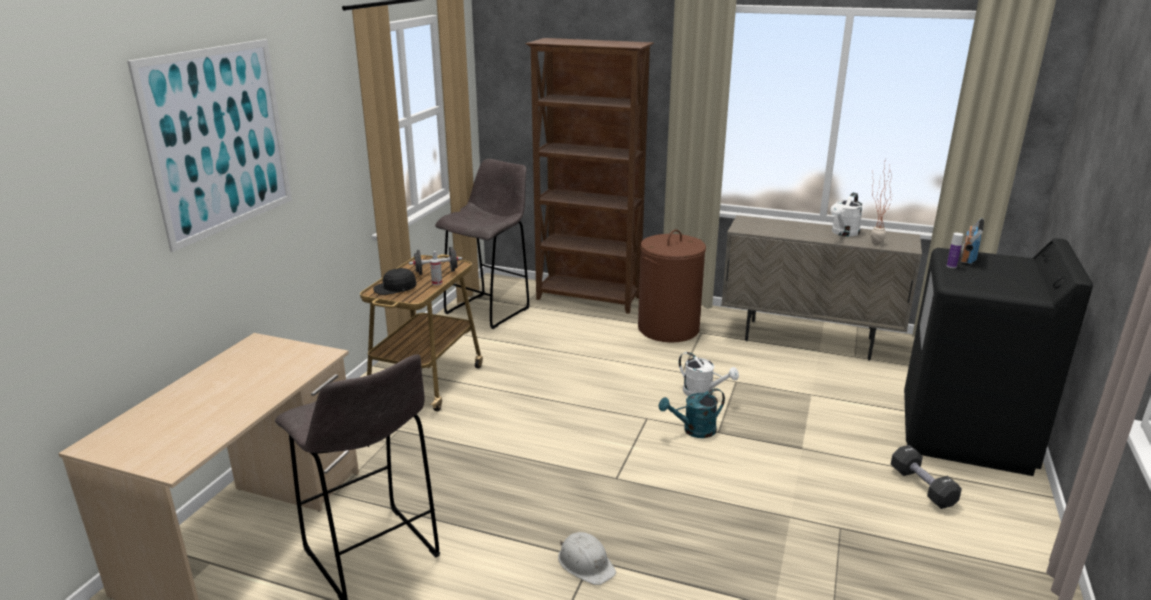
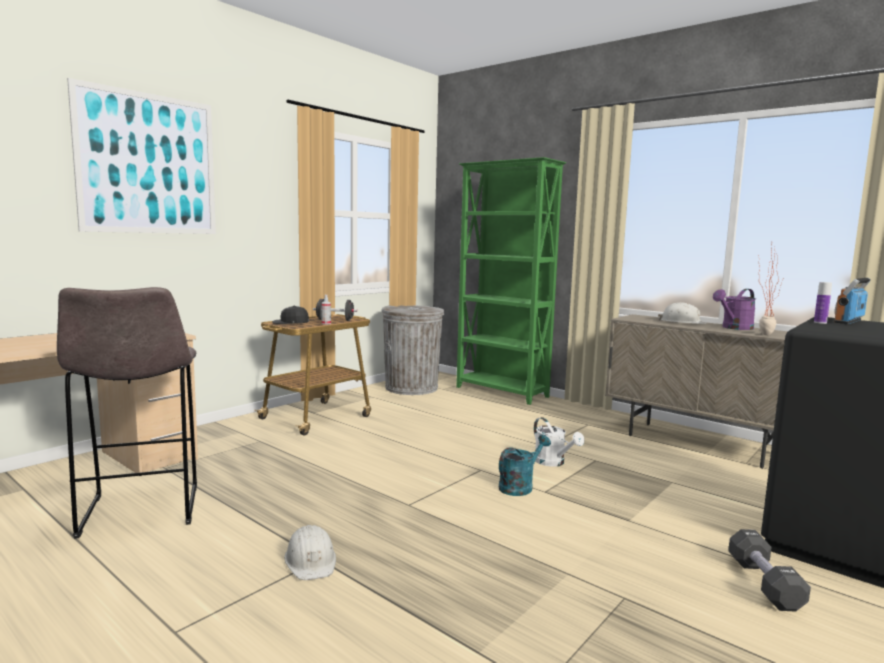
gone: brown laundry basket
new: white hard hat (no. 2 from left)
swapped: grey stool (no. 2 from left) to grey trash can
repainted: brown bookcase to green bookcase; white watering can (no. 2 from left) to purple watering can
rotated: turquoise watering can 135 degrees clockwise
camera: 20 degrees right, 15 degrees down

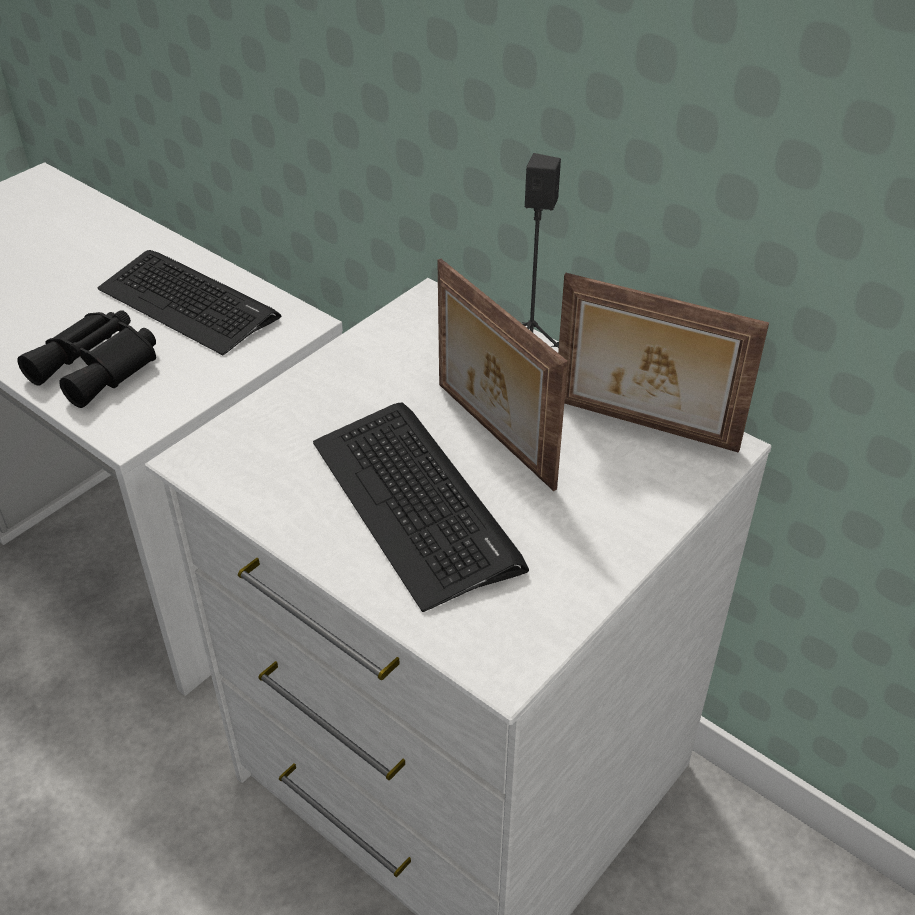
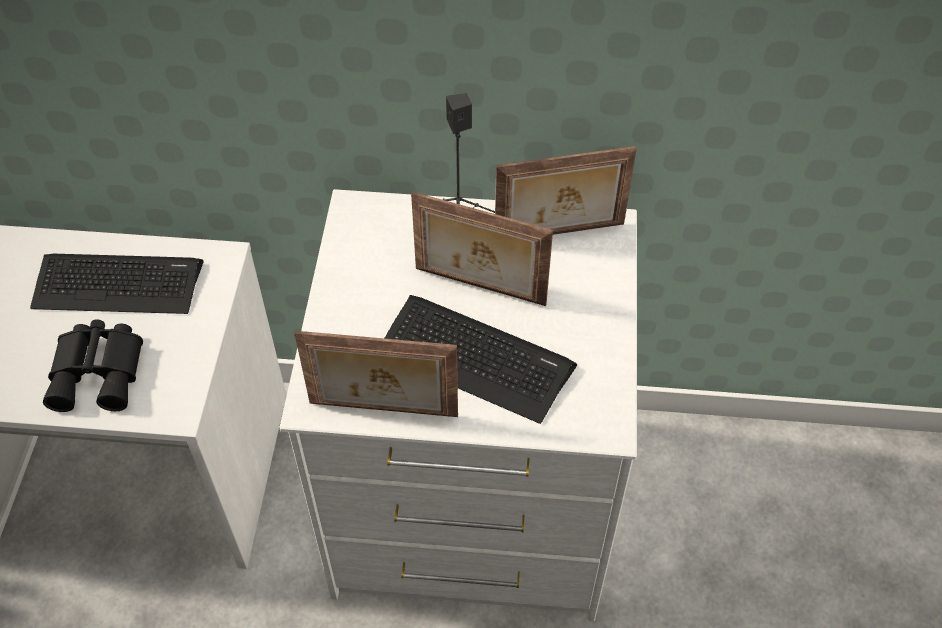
new: picture frame (no. 1 from left)
camera: 35 degrees left, 10 degrees up

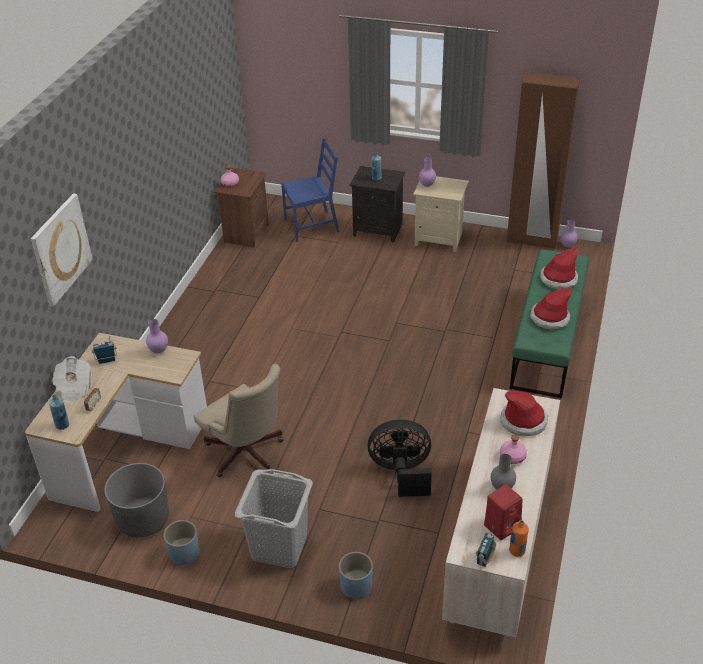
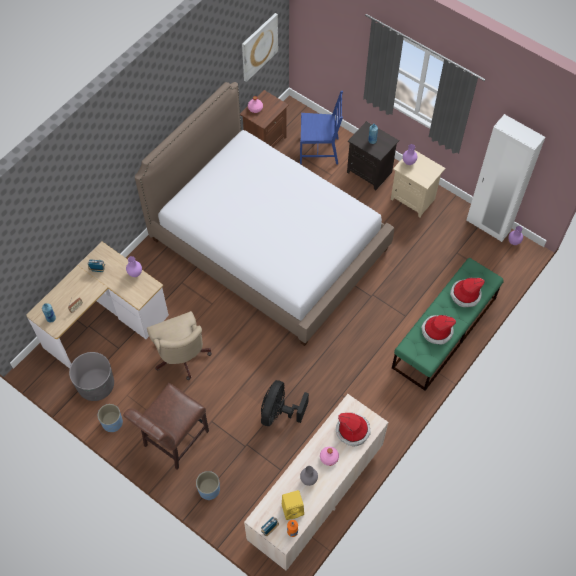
gone: newspaper
new: bed
shifted: picture
swapped: grey laundry basket to brown chair
repainted: red speaker to yellow speaker; brown wardrobe to white wardrobe
rotated: black fan 90 degrees counterclockwise
camera: 20 degrees right, 20 degrees up

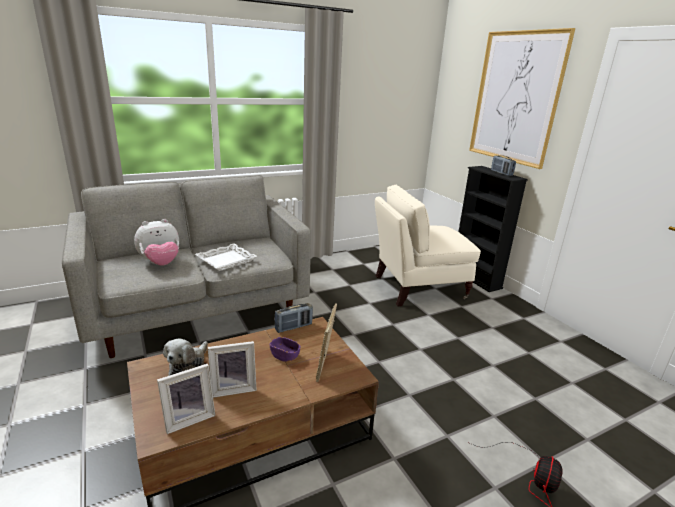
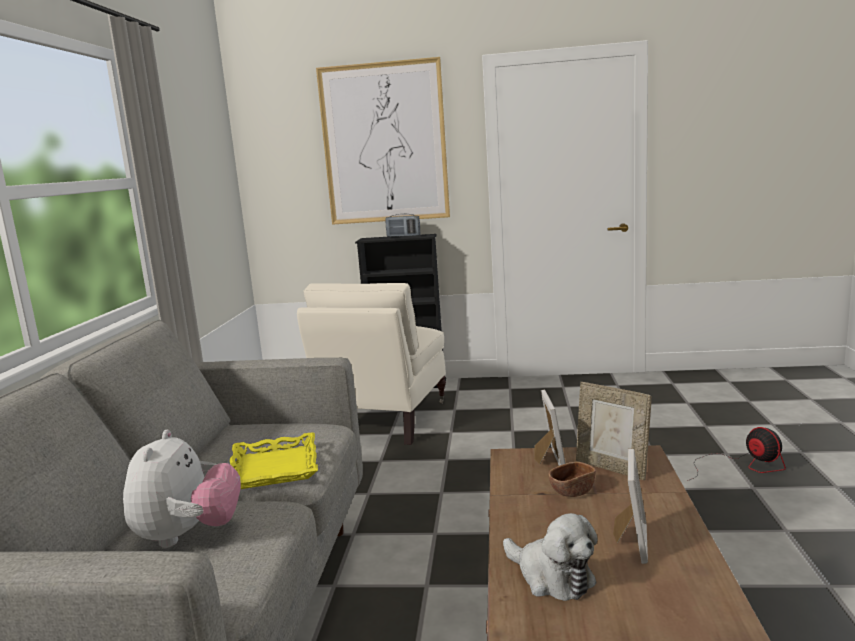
gone: radio (no. 1 from left)
shifted: picture frame (no. 1 from left)
repainted: white tray to yellow tray; purple bowl to brown bowl
camera: 55 degrees left, 10 degrees down

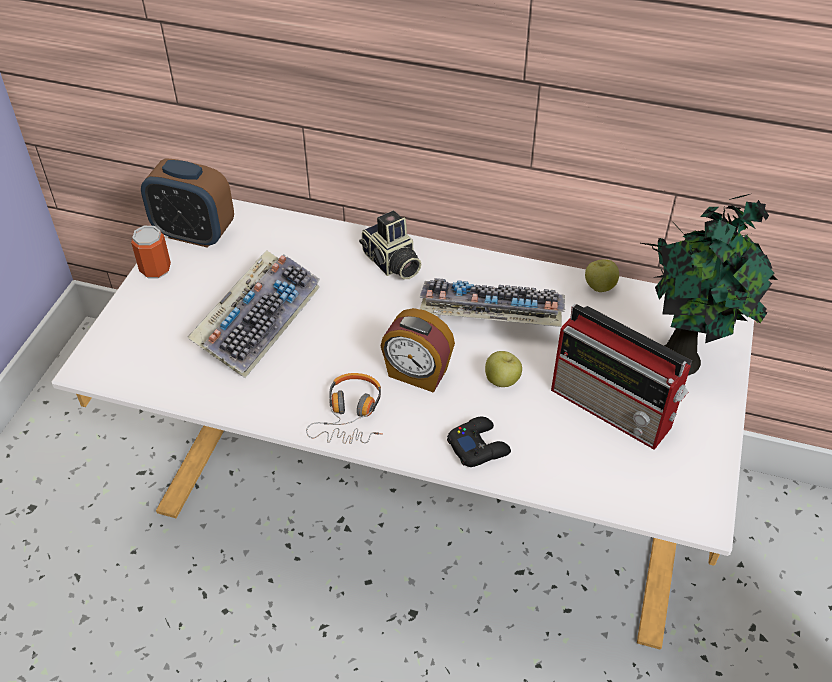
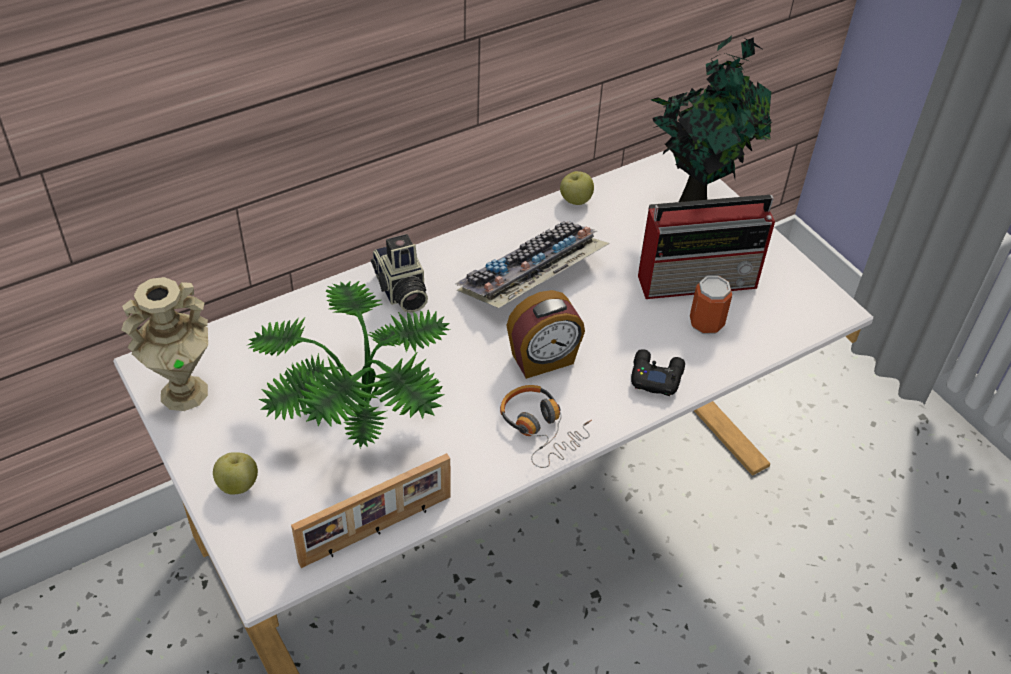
new: picture frame
shifted: can; apple (no. 1 from left)
swapped: alarm clock (no. 1 from left) to beige vase; keyboard (no. 1 from left) to potted plant (no. 1 from left)
rotated: photo camera 60 degrees clockwise
camera: 50 degrees left, 0 degrees up

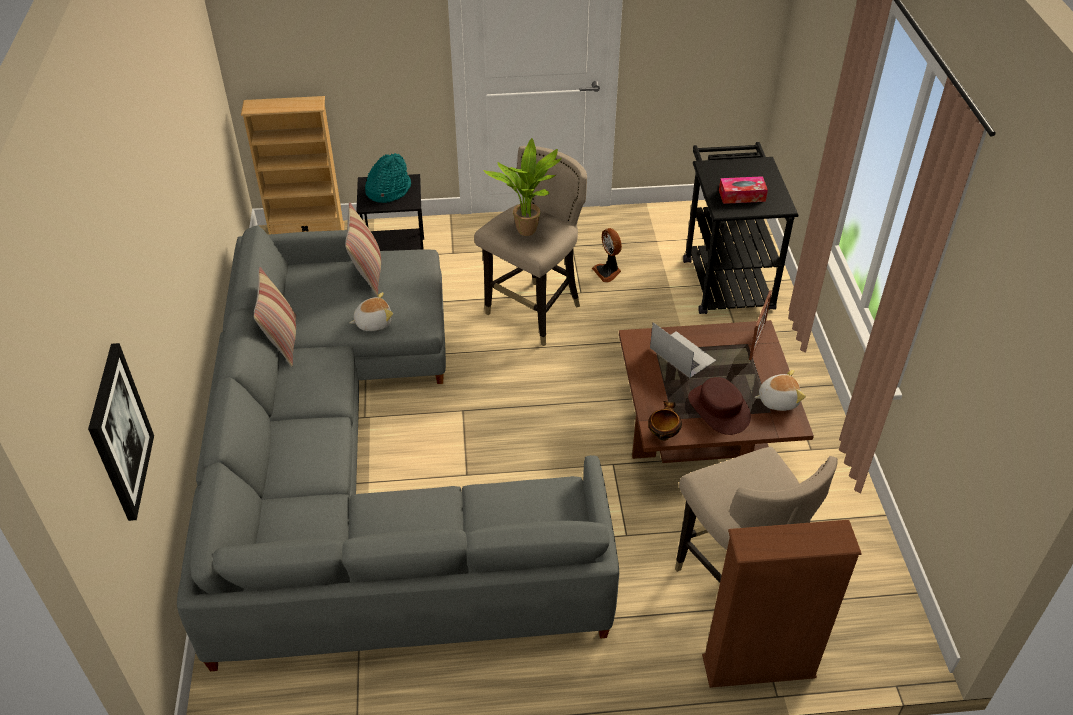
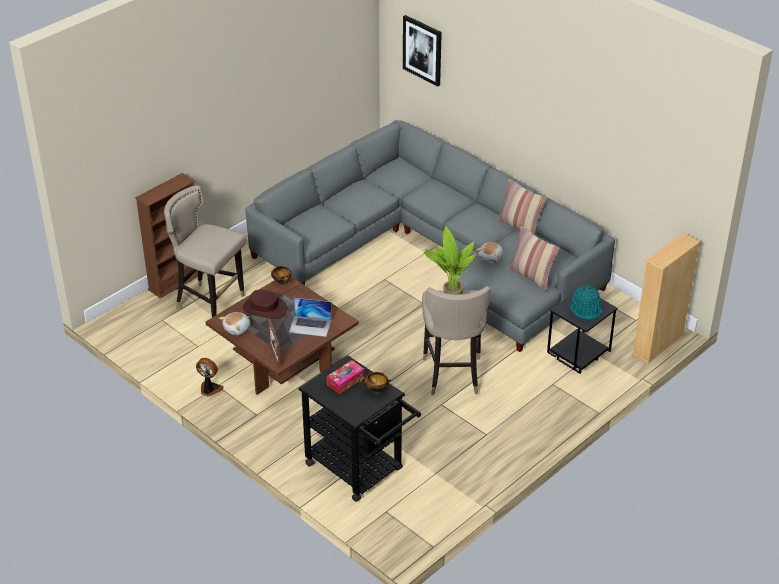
new: bowl (no. 2 from left)
shifted: fan
camera: 140 degrees right, 5 degrees down

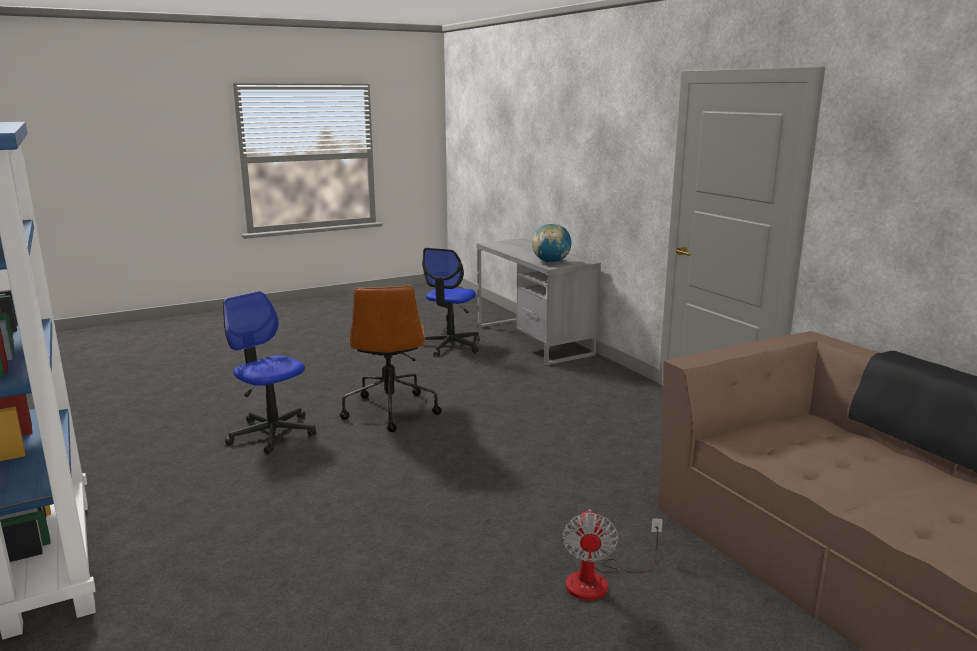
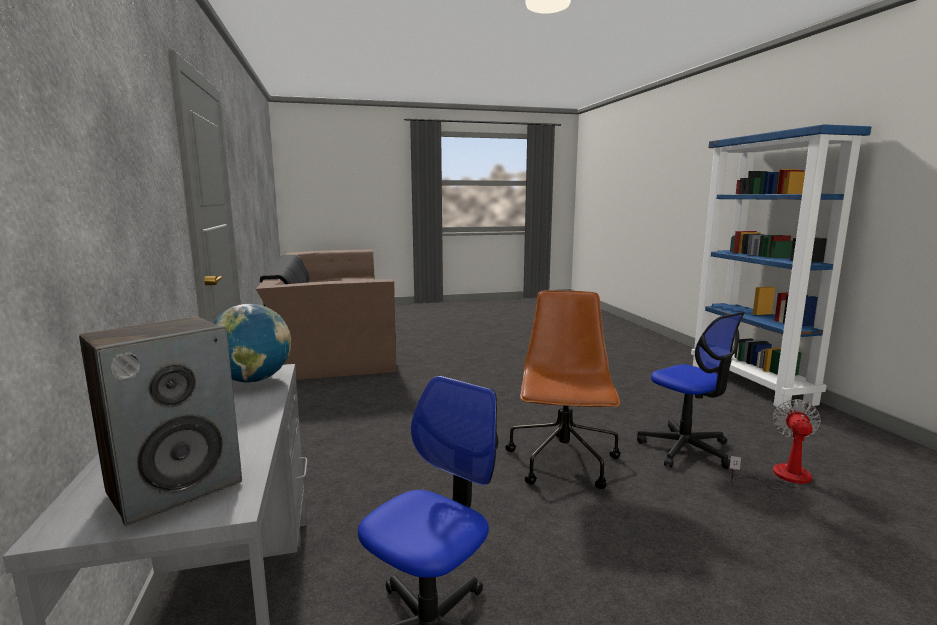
new: speaker
shifted: fan
camera: 165 degrees left, 5 degrees down

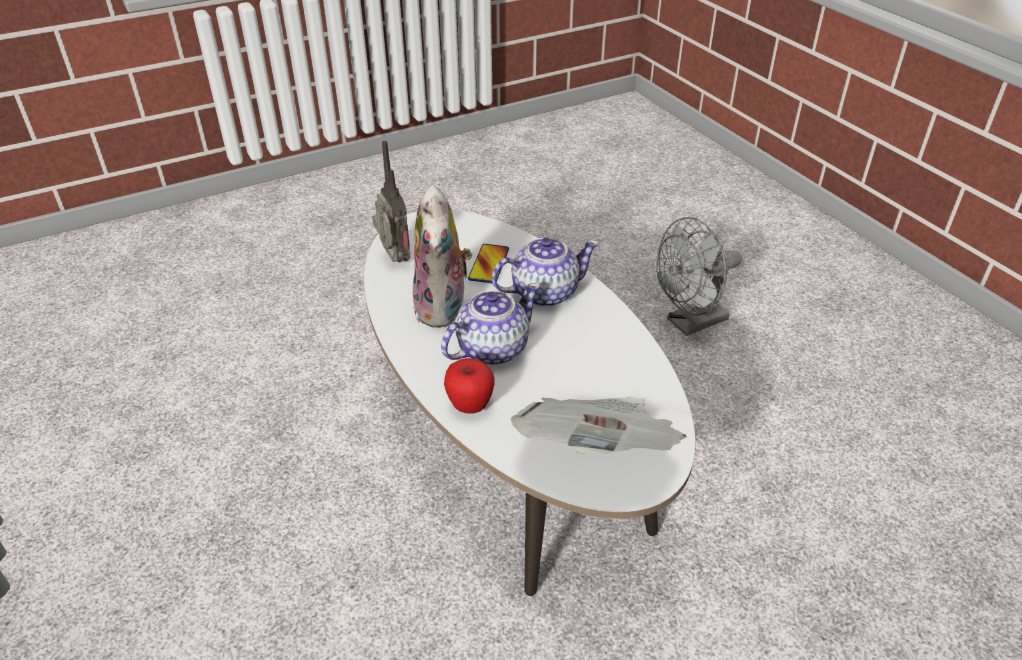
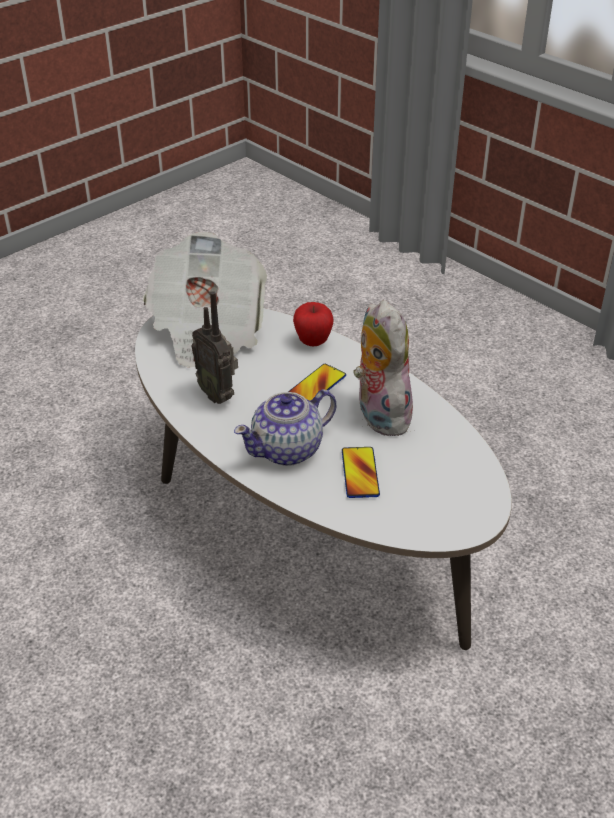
gone: grey fan
shifted: radio
swapped: teapot (no. 1 from left) to phone (no. 1 from left)
camera: 165 degrees right, 0 degrees up

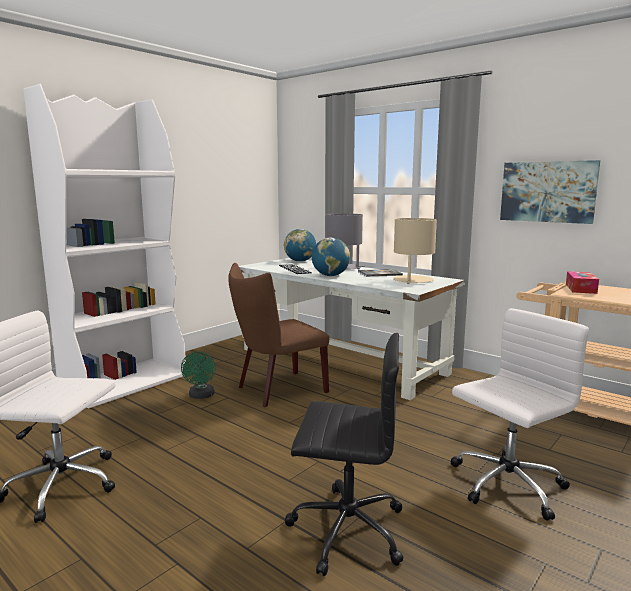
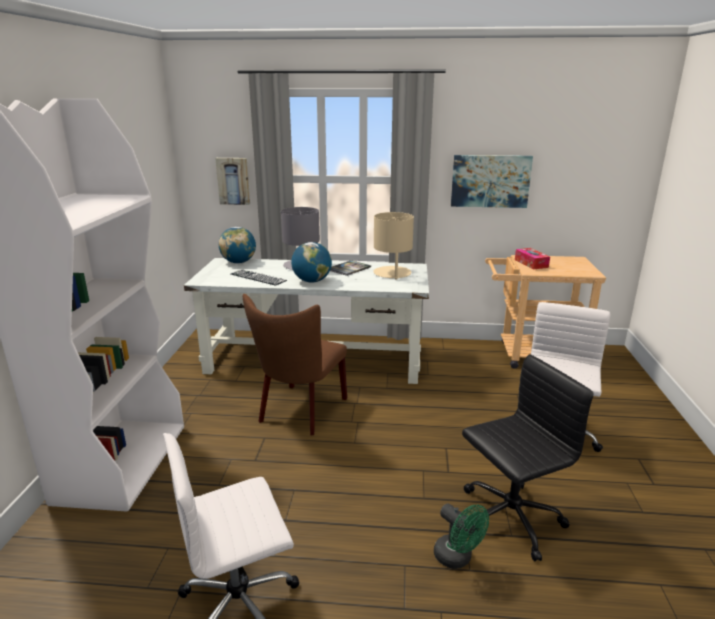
new: picture (no. 1 from left)
shifted: green fan
camera: 35 degrees left, 10 degrees up

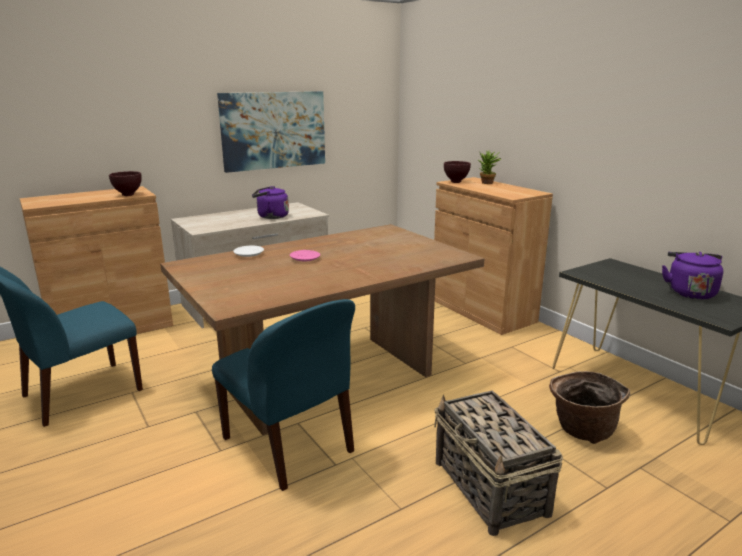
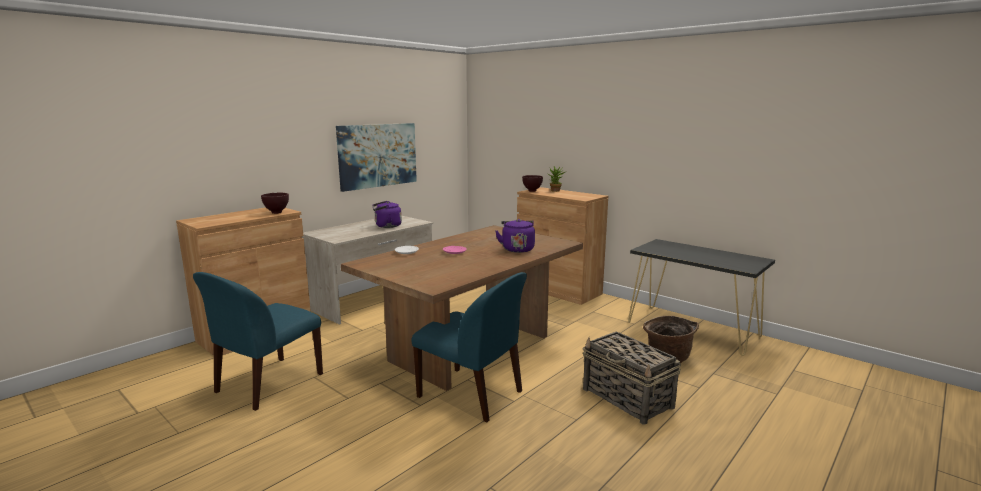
shifted: purple kettle (no. 2 from left)
camera: 15 degrees left, 5 degrees down

